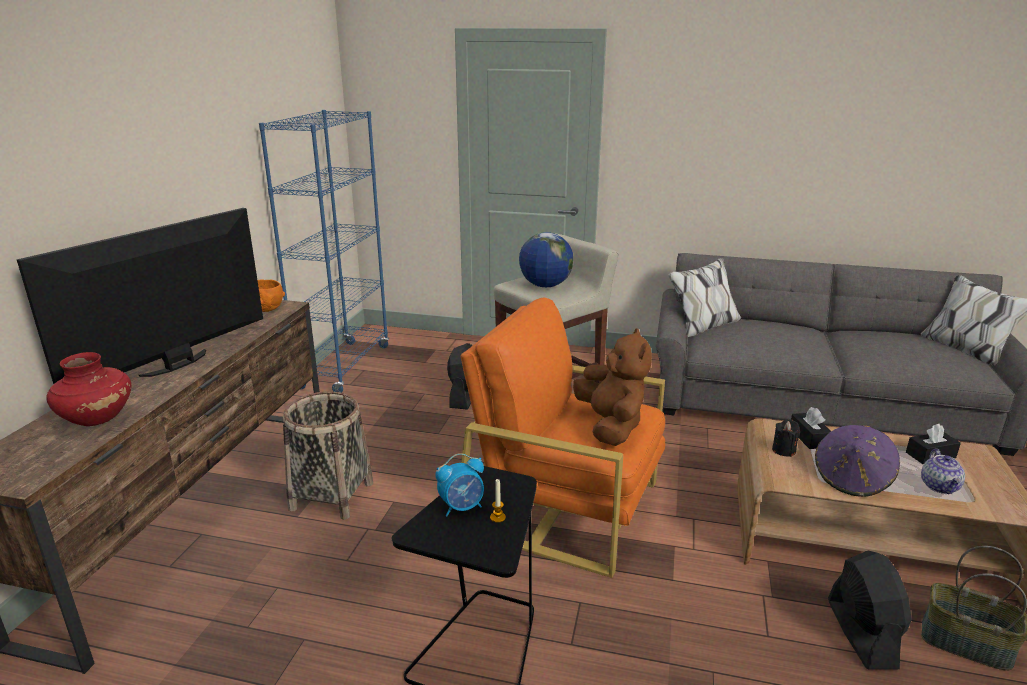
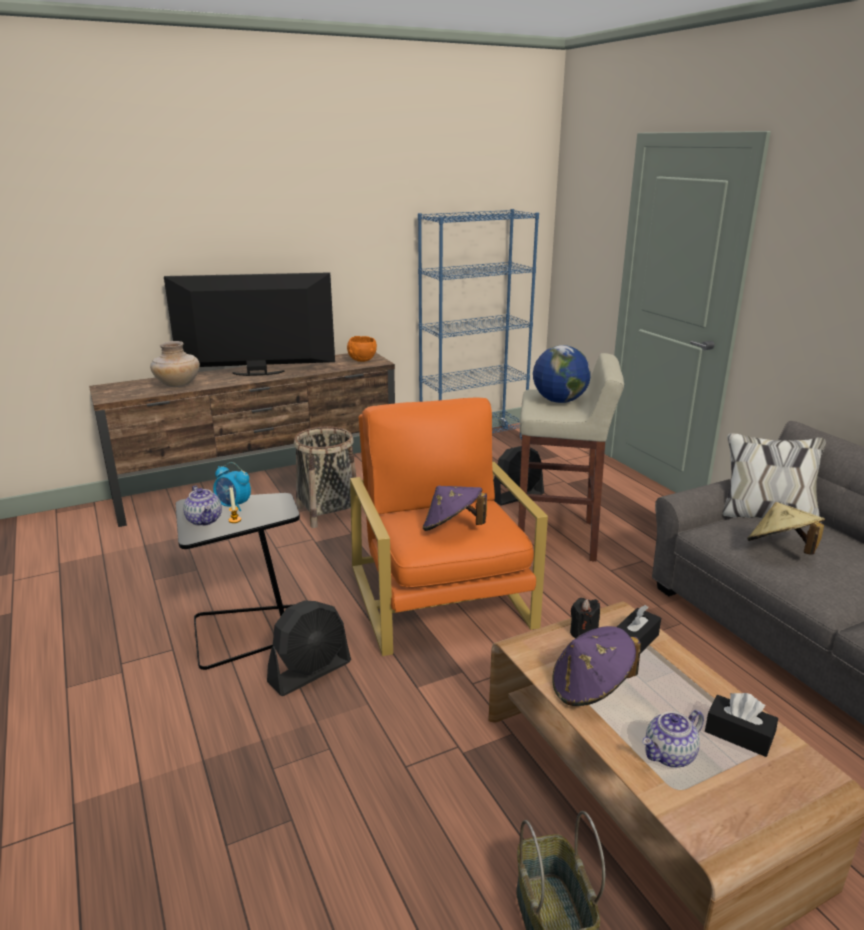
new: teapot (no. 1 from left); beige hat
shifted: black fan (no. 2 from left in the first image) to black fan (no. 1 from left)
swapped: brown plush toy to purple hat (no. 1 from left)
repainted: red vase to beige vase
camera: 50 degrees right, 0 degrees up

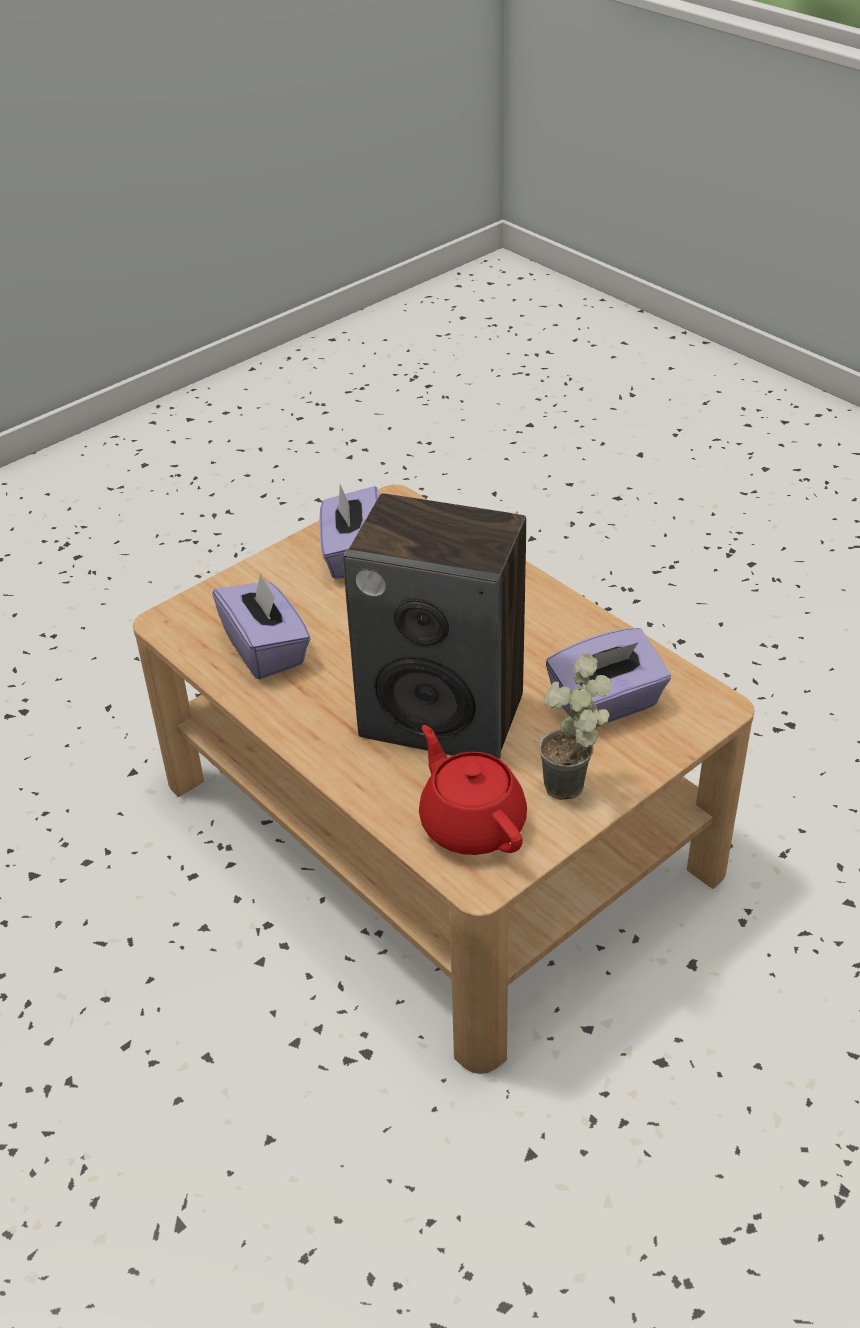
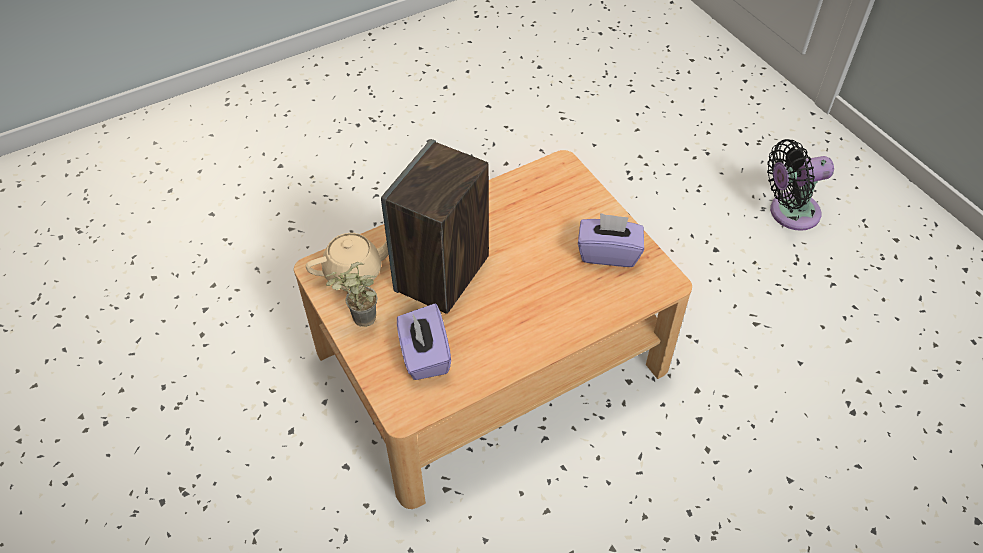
gone: purple tissue box (no. 1 from left)
new: black fan
repainted: red teapot to beige teapot
camera: 100 degrees right, 10 degrees up

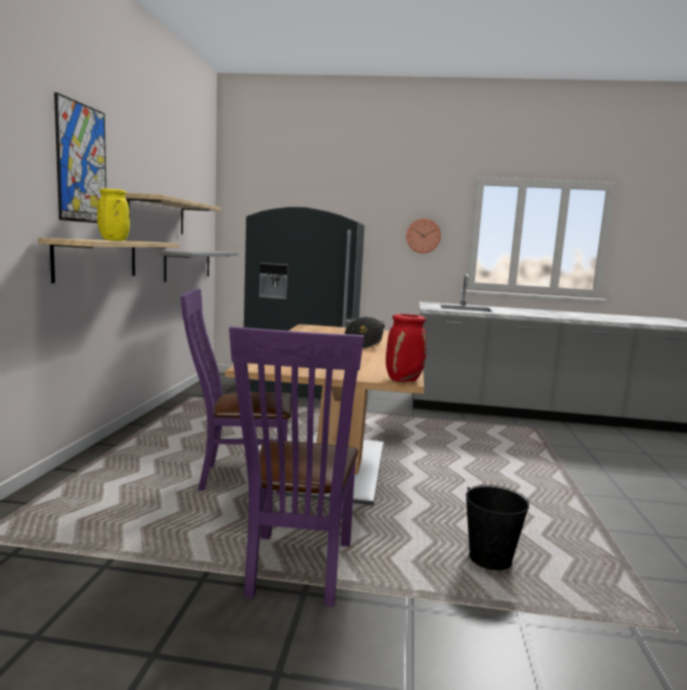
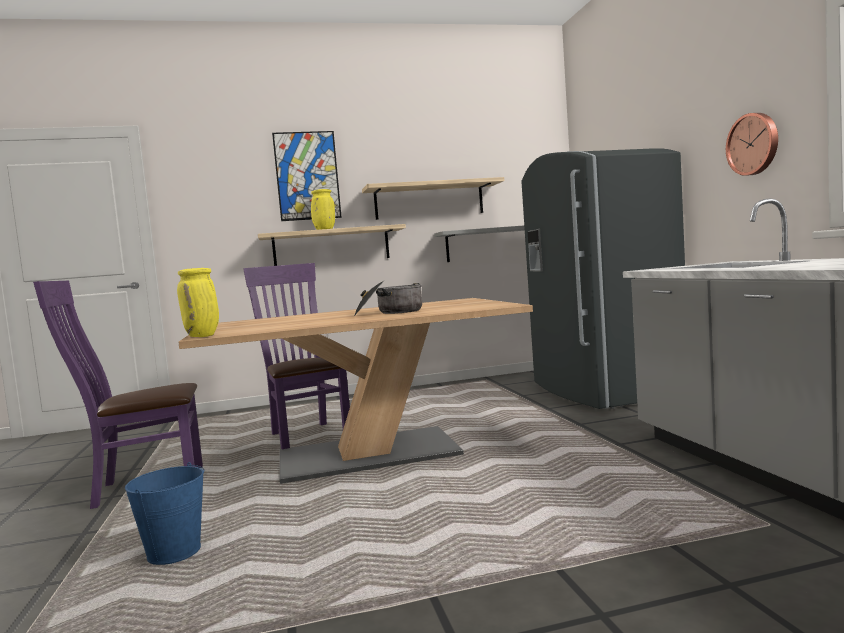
repainted: red vase to yellow vase (no. 1 from left); black bucket to blue bucket
camera: 70 degrees right, 5 degrees down

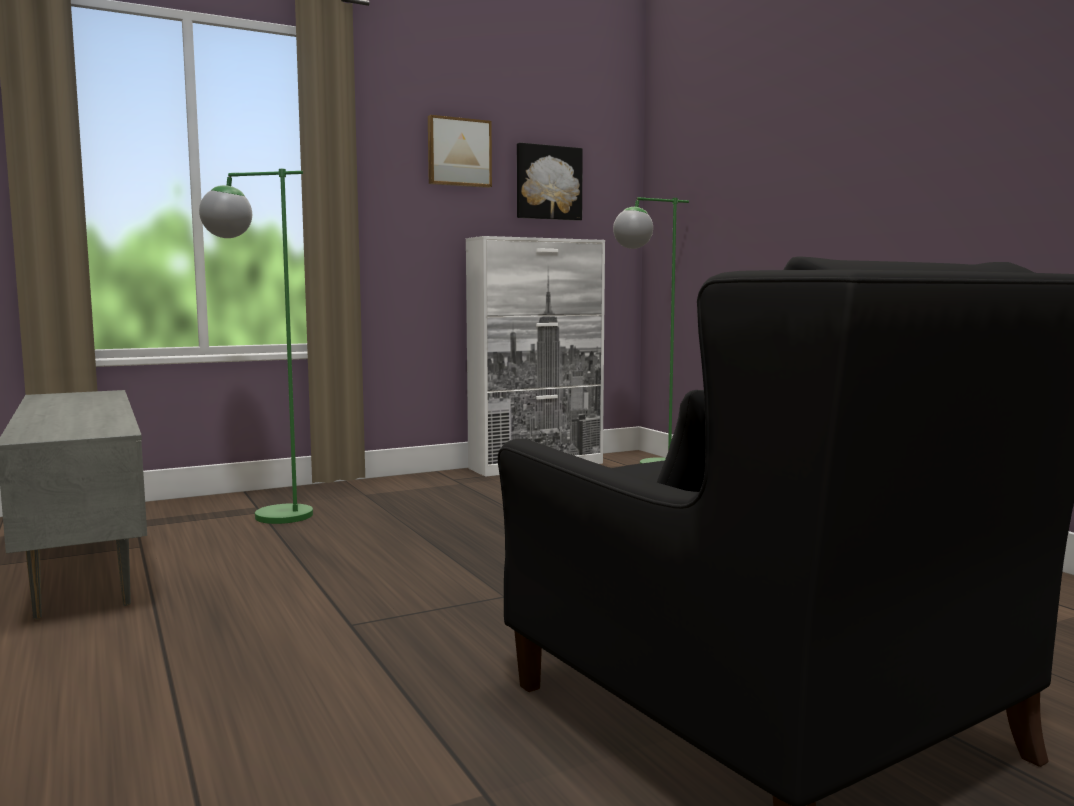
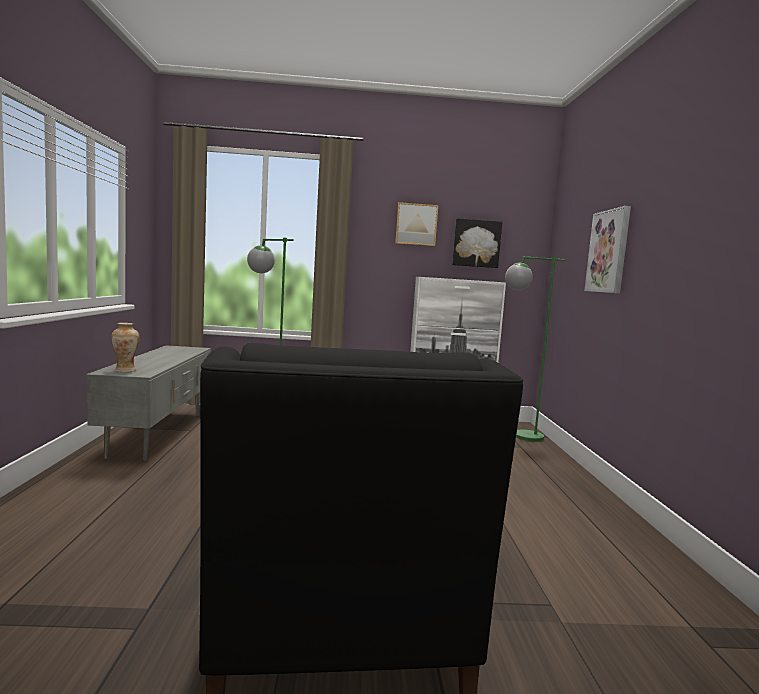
new: vase; picture (no. 3 from left)
camera: 25 degrees right, 0 degrees up

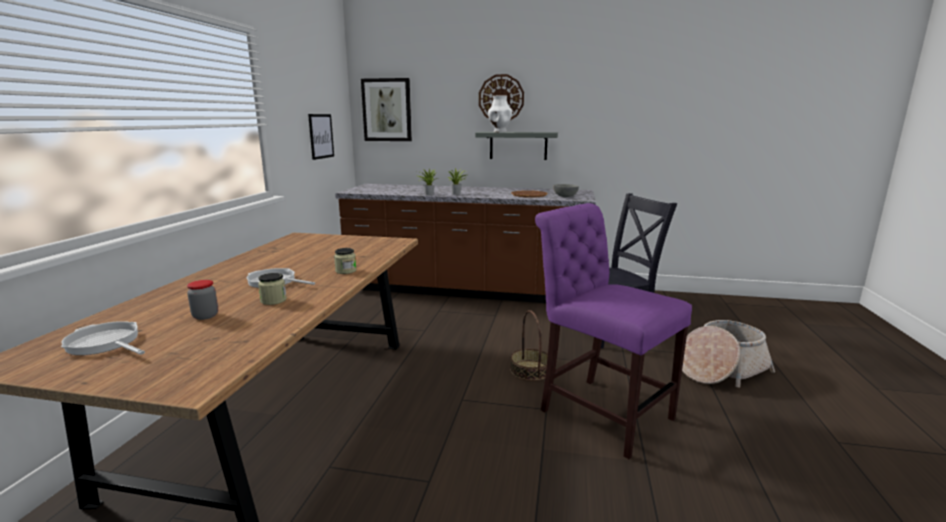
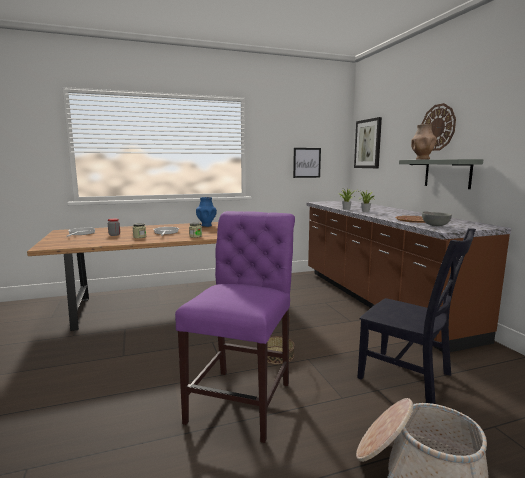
new: blue vase
repainted: white vase to brown vase
camera: 60 degrees right, 5 degrees down

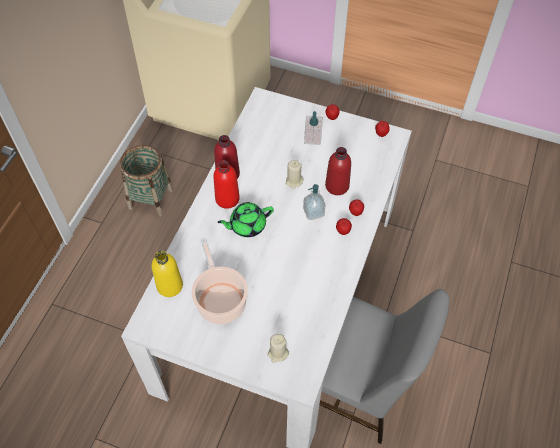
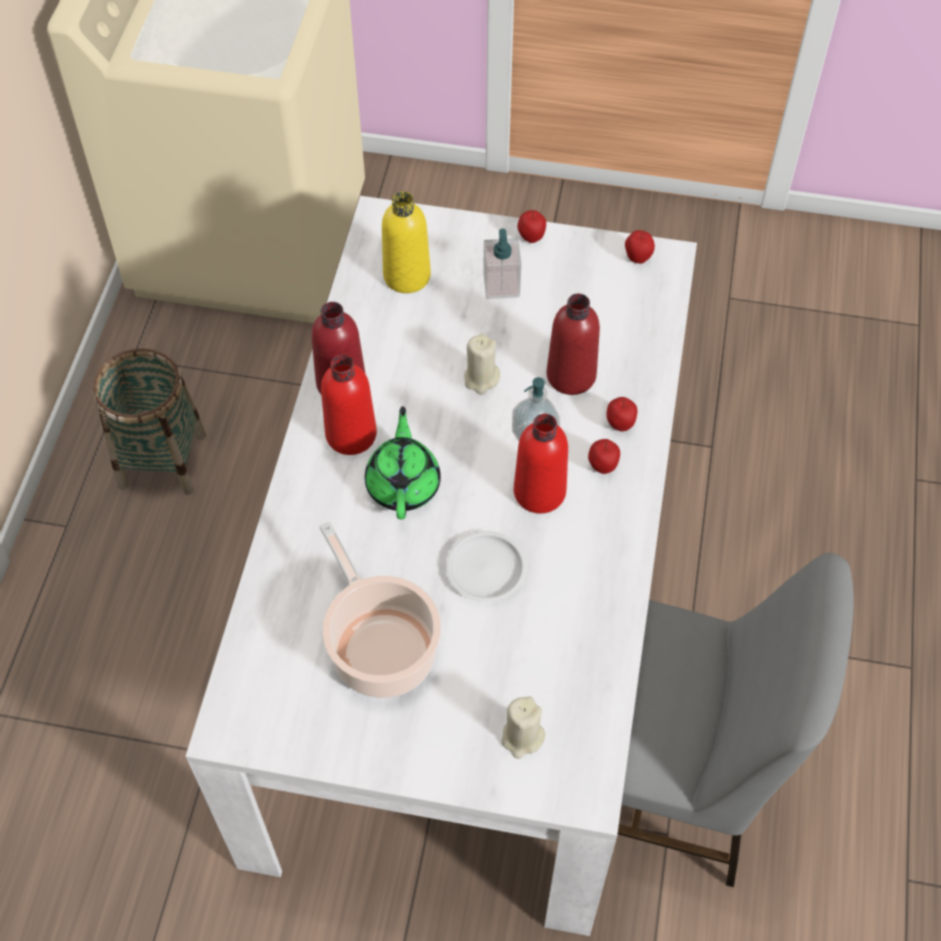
new: white plate; red bottle (no. 3 from left)
shifted: yellow bottle
rotated: green teapot 120 degrees clockwise
camera: 10 degrees left, 0 degrees up

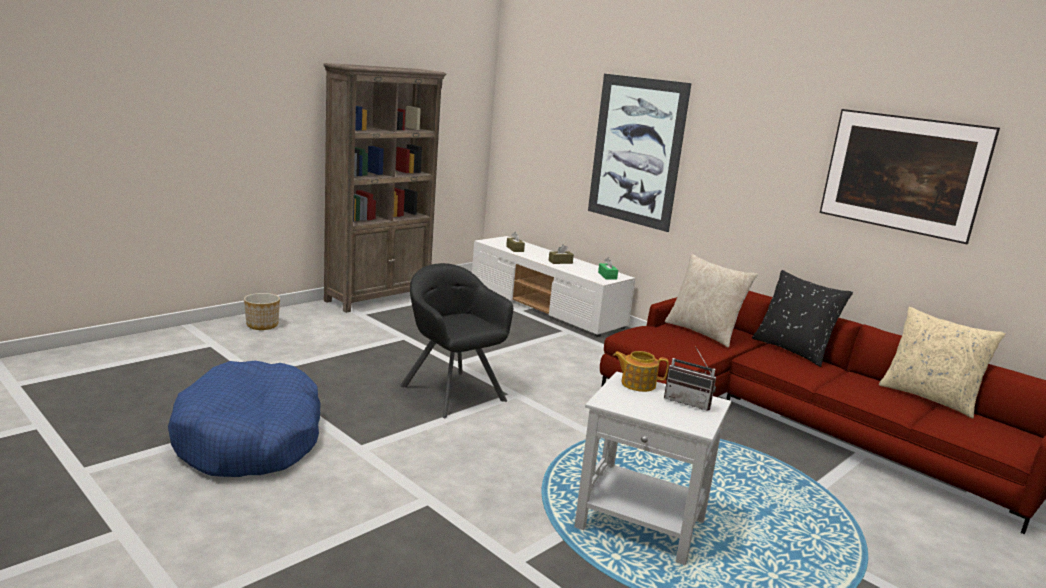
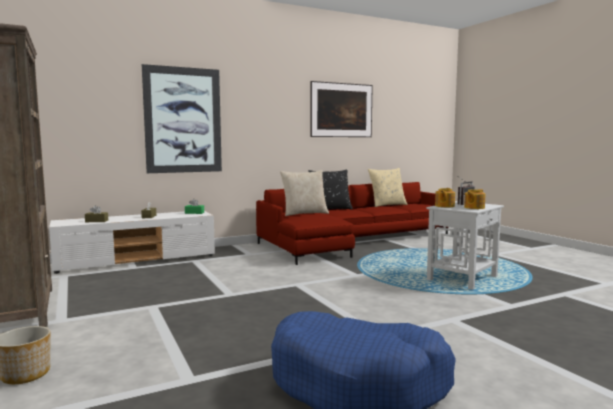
gone: black armchair
new: teapot (no. 2 from left)
camera: 70 degrees left, 10 degrees down

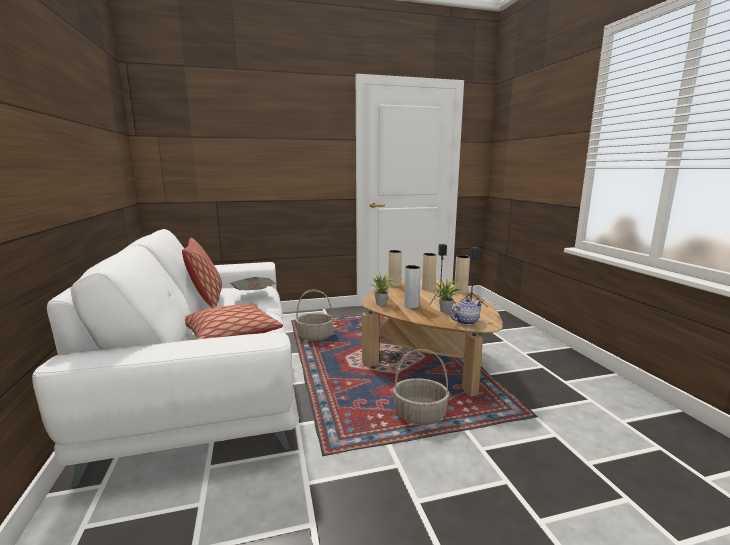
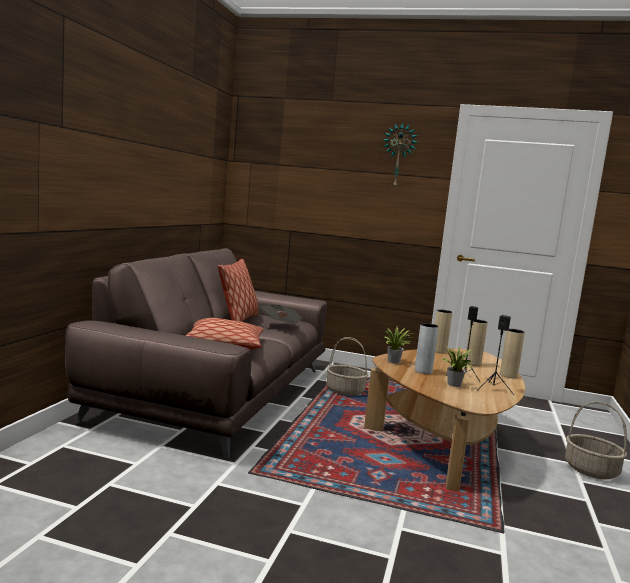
gone: teapot
new: wall clock
shifted: basket (no. 2 from left)
repainted: white sofa to brown sofa
camera: 30 degrees right, 5 degrees down

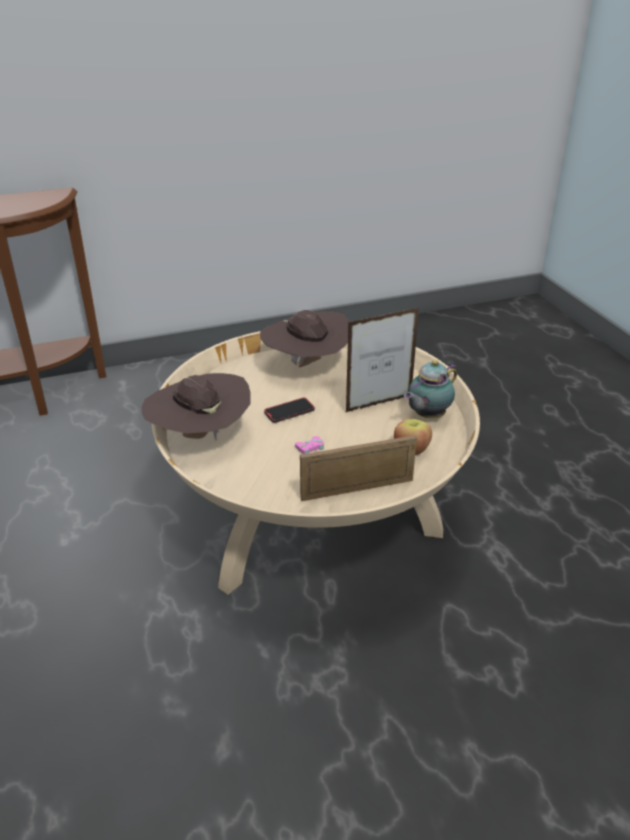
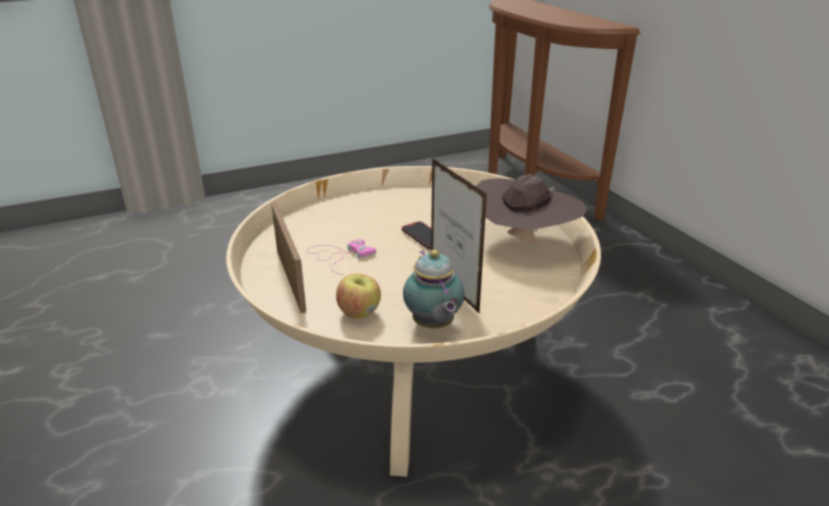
gone: brown hat (no. 1 from left)
rotated: teapot 150 degrees counterclockwise
camera: 85 degrees right, 5 degrees down

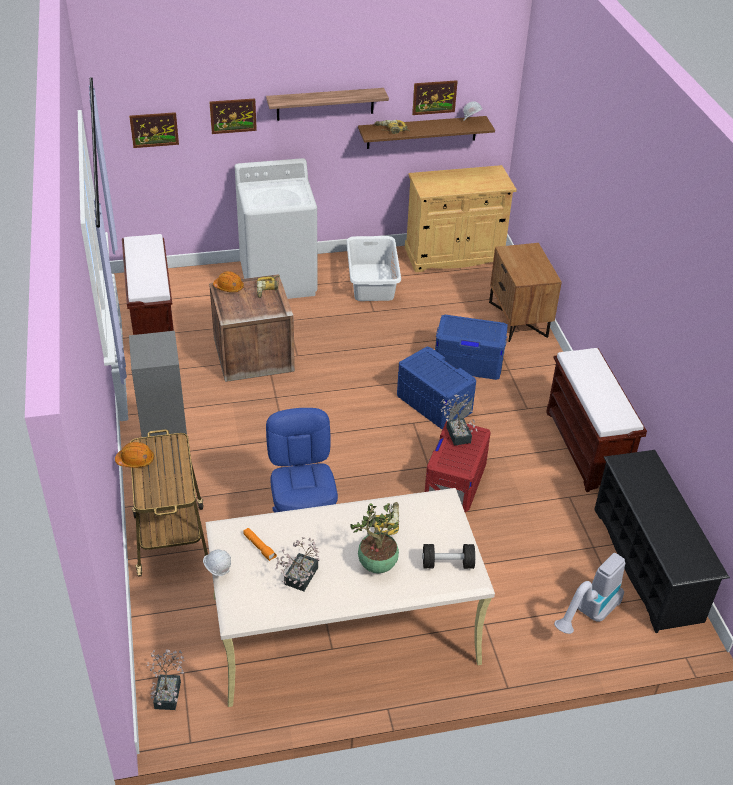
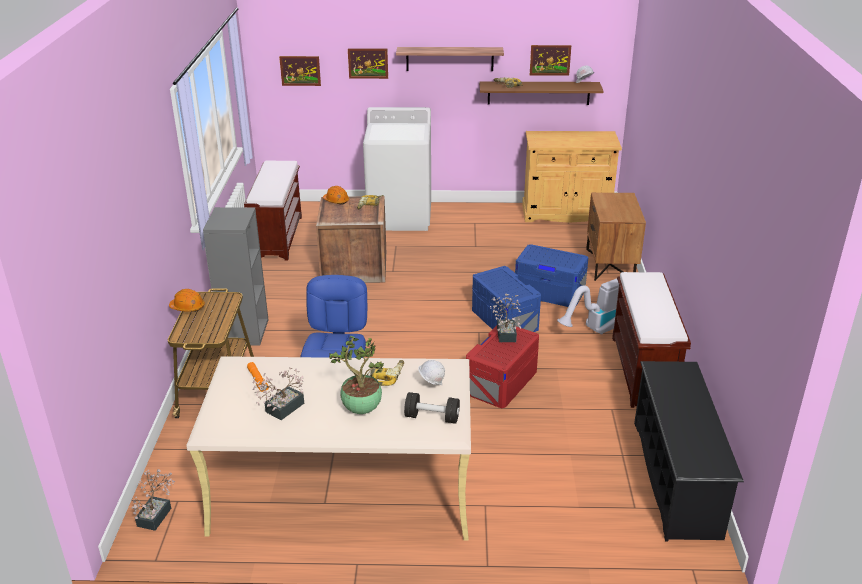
gone: white laundry basket
shifted: white hard hat (no. 1 from left); vacuum cleaner
camera: 15 degrees right, 10 degrees down

